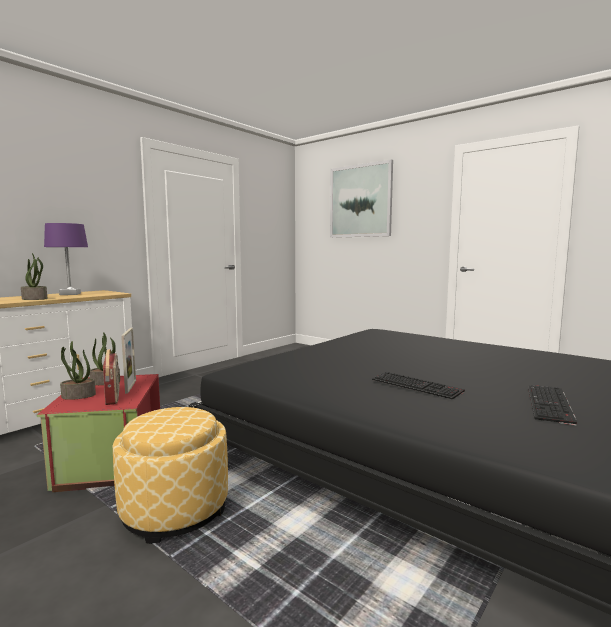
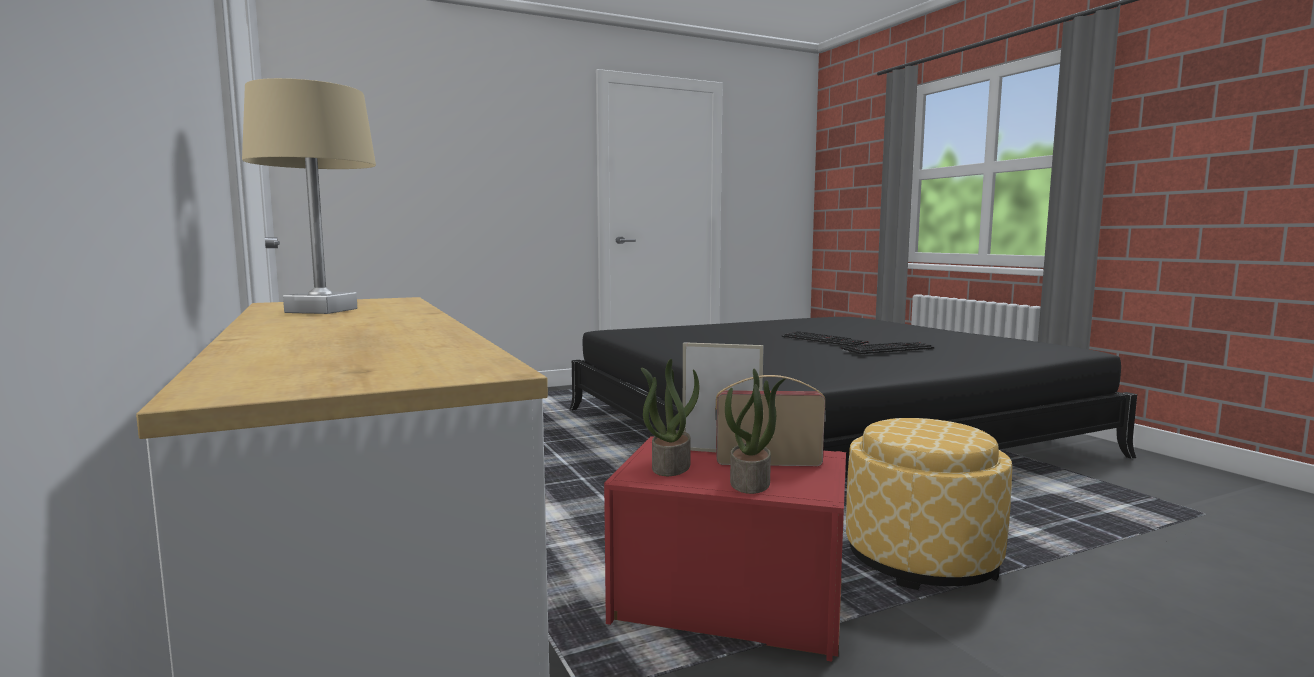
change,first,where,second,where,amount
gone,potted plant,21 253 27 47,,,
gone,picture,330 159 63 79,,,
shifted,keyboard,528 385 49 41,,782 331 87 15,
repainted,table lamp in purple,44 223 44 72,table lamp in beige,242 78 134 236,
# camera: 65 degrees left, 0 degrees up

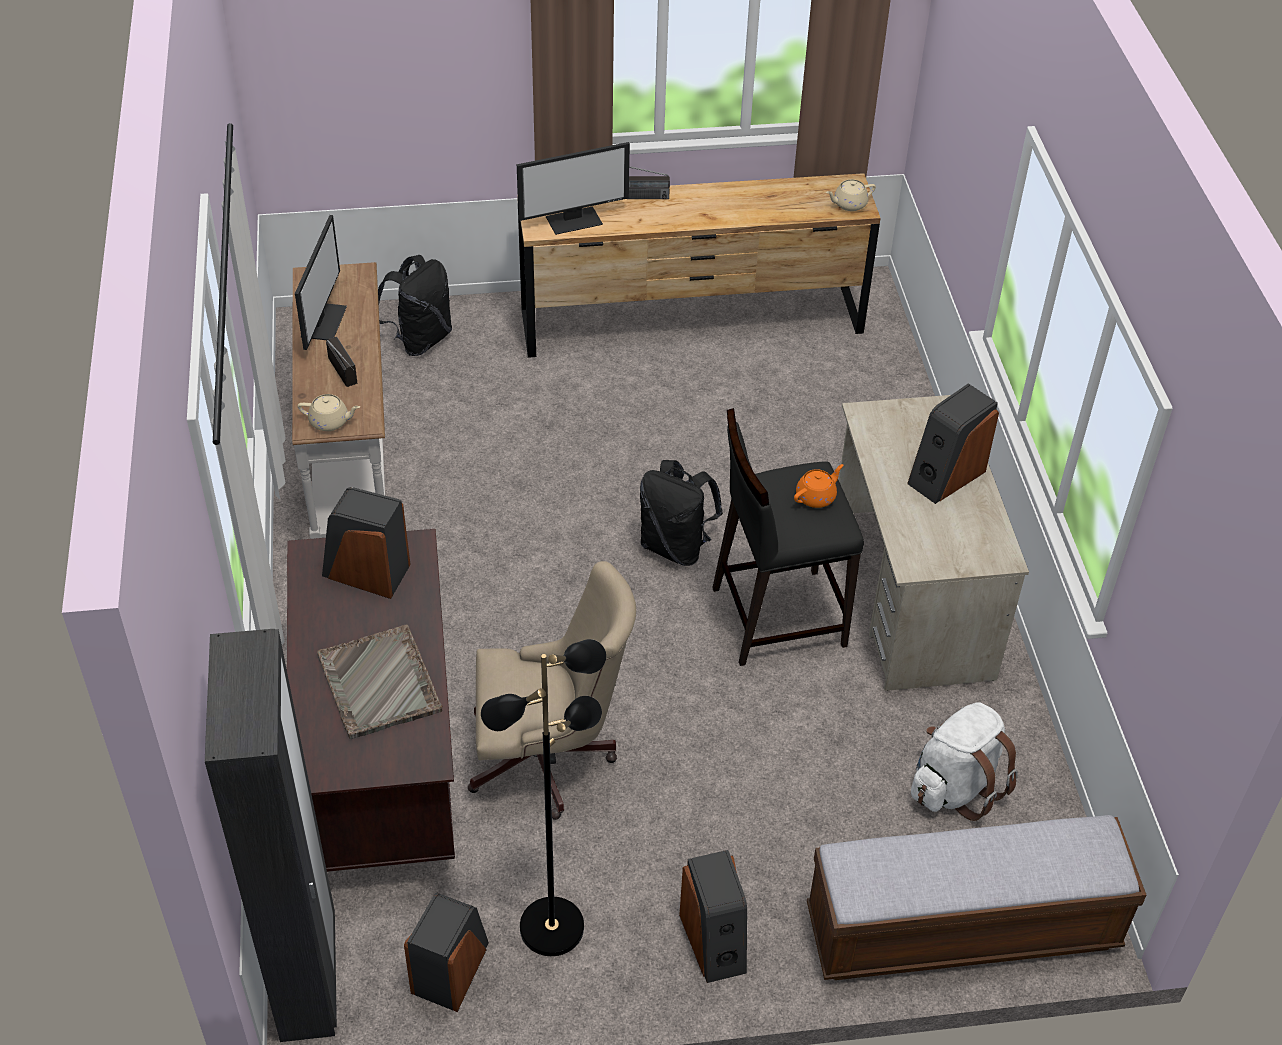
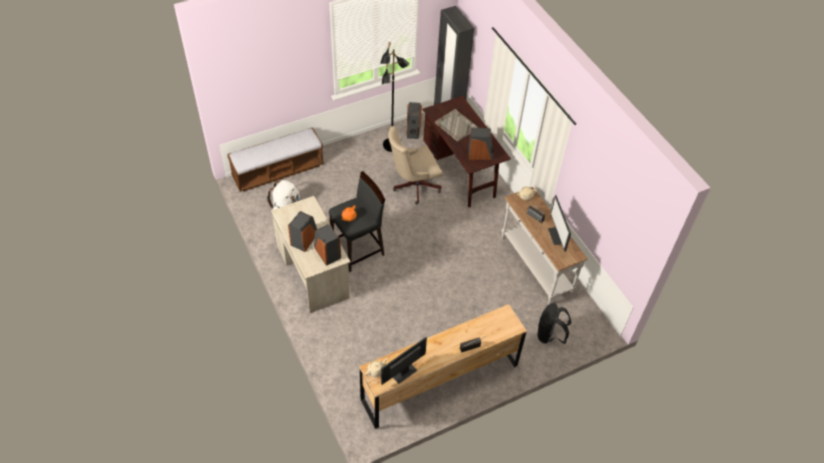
change,first,where,second,where,amount
gone,backpack in black,640 460 83 106,,,
shifted,monitor,517 142 113 93,,381 337 46 48,
shifted,speaker,679 850 68 133,,314 224 27 42,
# camera: 160 degrees right, 5 degrees up

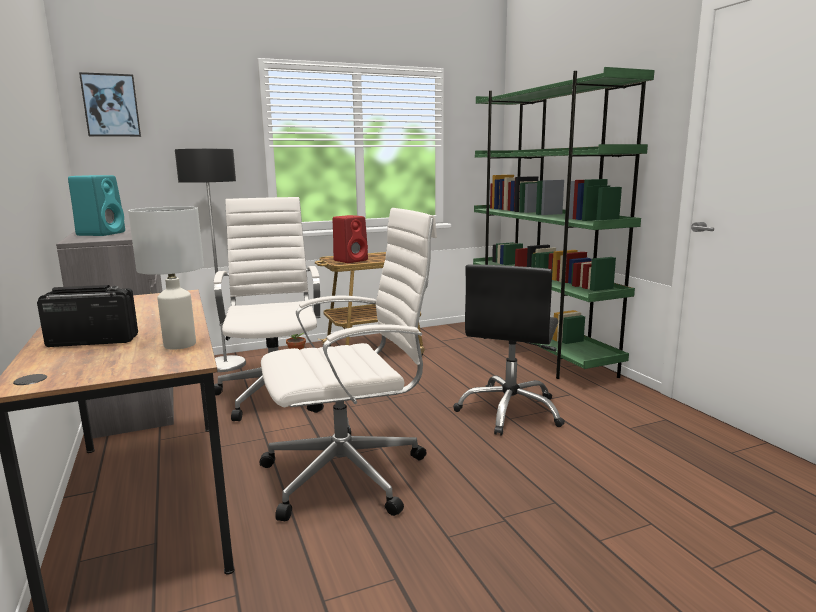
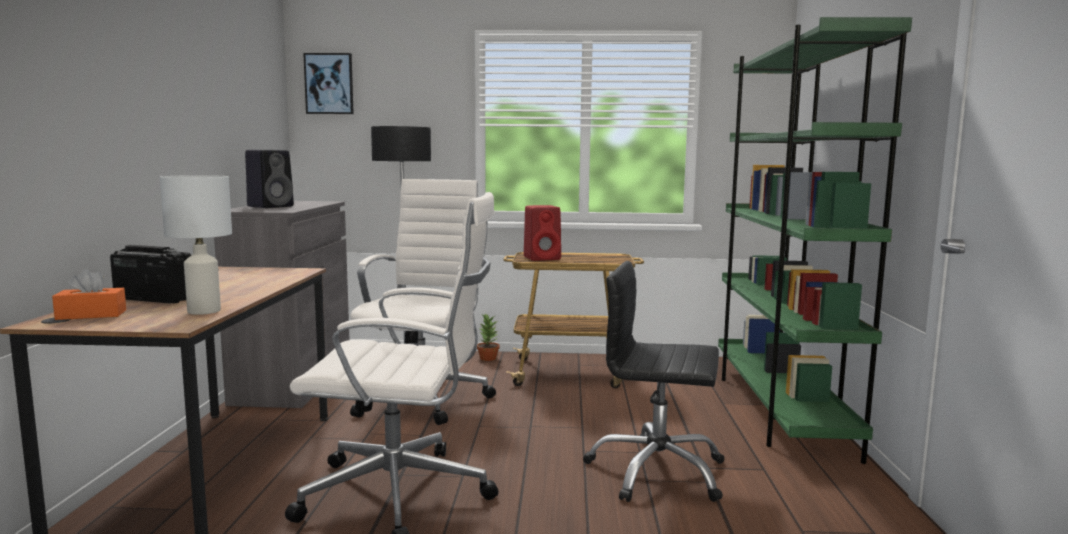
change,first,where,second,where,amount
new,,,tissue box in orange,52 269 74 51,
repainted,speaker in turquoise,68 175 57 61,speaker in black,245 150 49 58,
rotated,office chair in black,453 264 112 172,,583 261 141 241,60 degrees clockwise
# camera: 25 degrees right, 5 degrees down

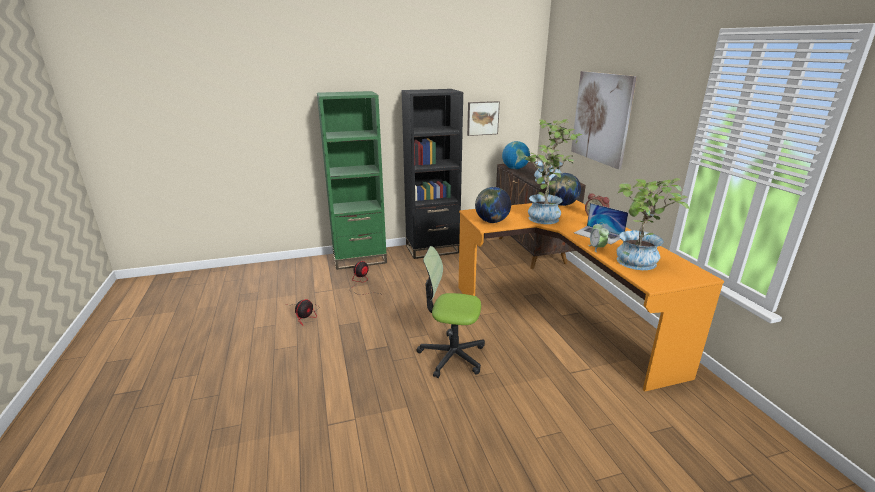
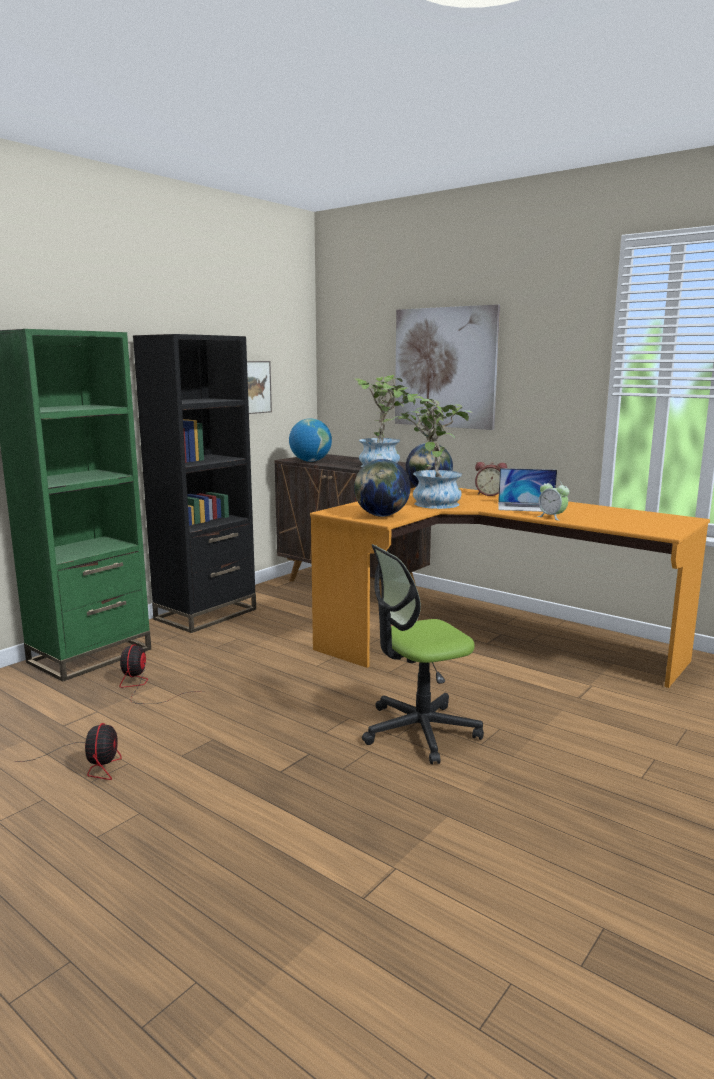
change,first,where,second,where,amount
gone,potted plant,616 178 73 92,,,
# camera: 35 degrees left, 10 degrees down

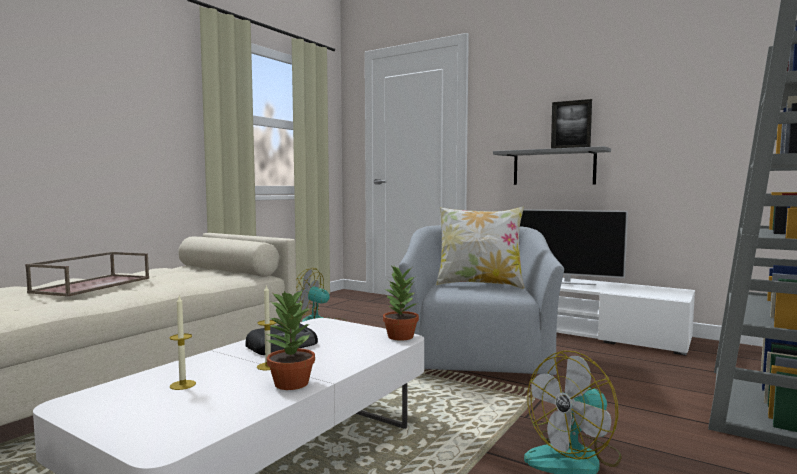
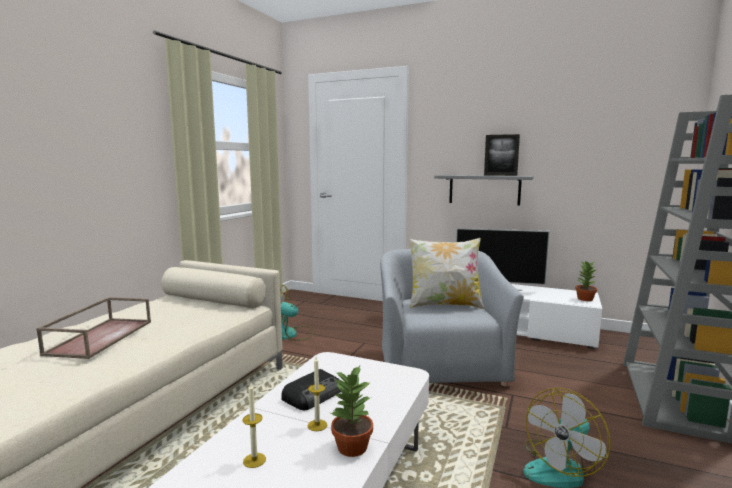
change,first,where,second,where,amount
shifted,potted plant,383 264 36 77,,575 261 22 40,
# camera: 10 degrees left, 5 degrees up

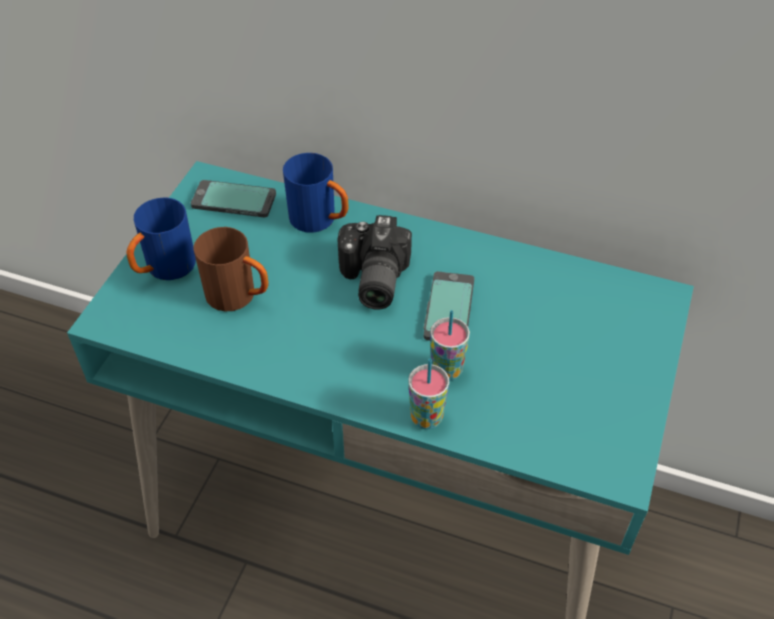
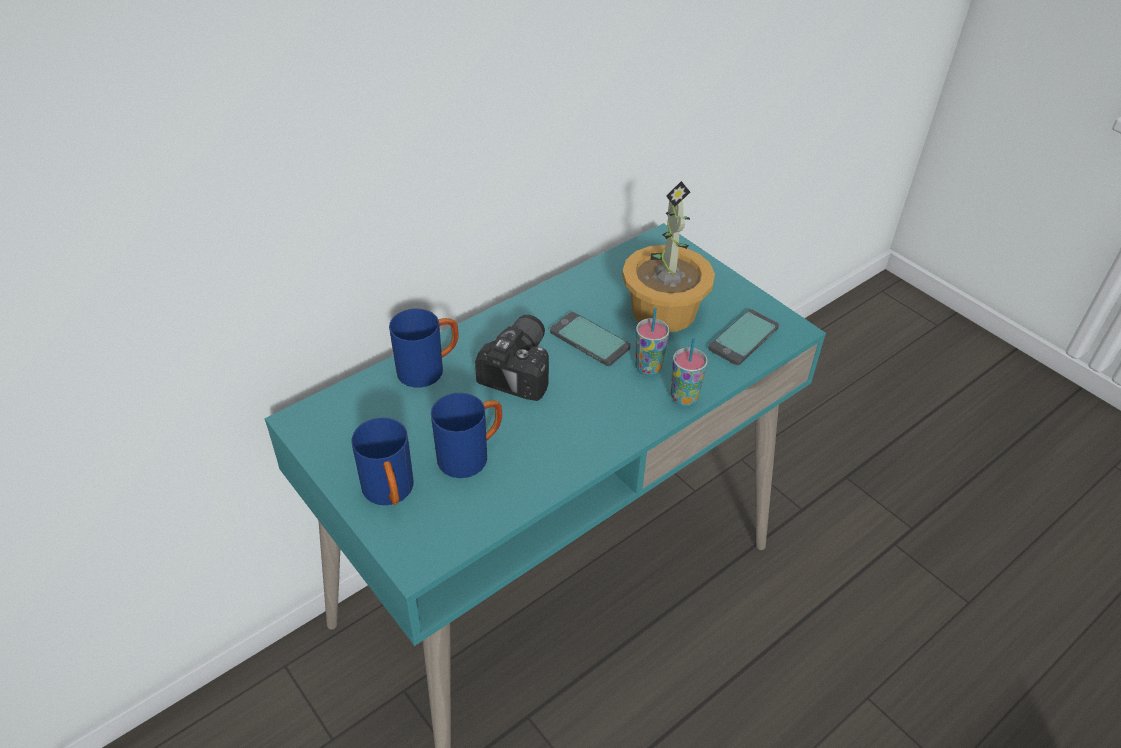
change,first,where,second,where,amount
new,,,potted plant,622 181 93 151,
shifted,phone,191 180 85 38,,708 309 71 56,
repainted,mug in brown,193 227 76 84,mug in blue,431 393 71 85,
rotated,photo camera,337 215 75 95,,475 315 74 86,105 degrees counterclockwise
# camera: 60 degrees left, 5 degrees down

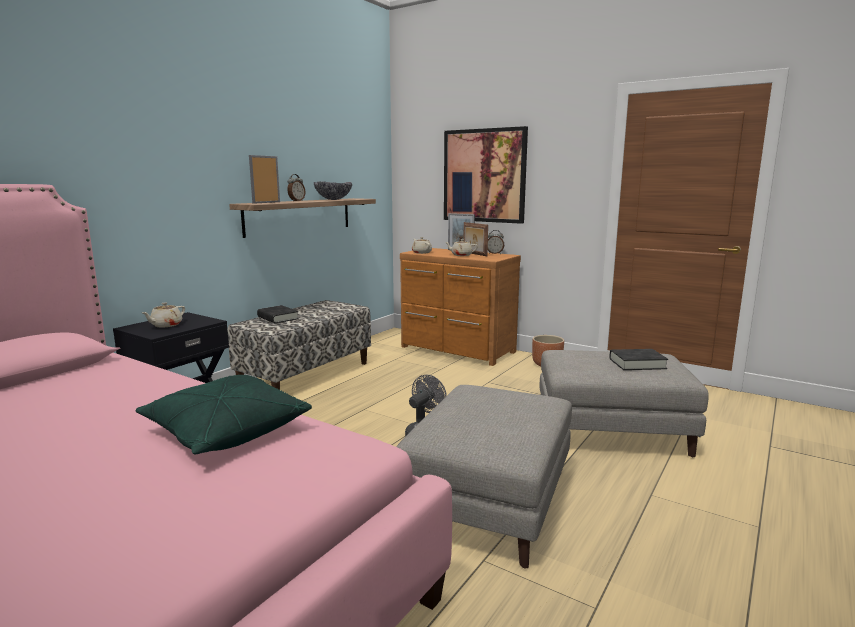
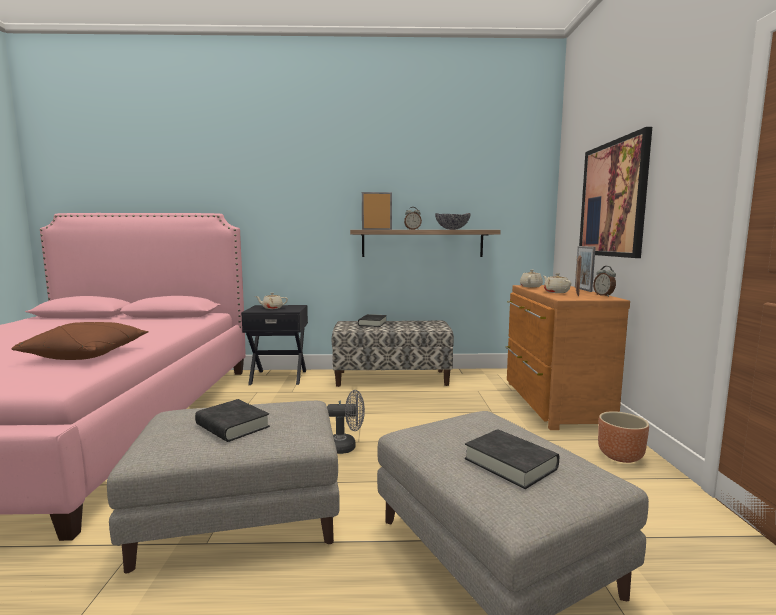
change,first,where,second,where,amount
new,,,book in black,195 399 75 43,
repainted,pillow in green,136 375 176 79,pillow in brown,11 322 138 38,
# camera: 55 degrees right, 5 degrees down

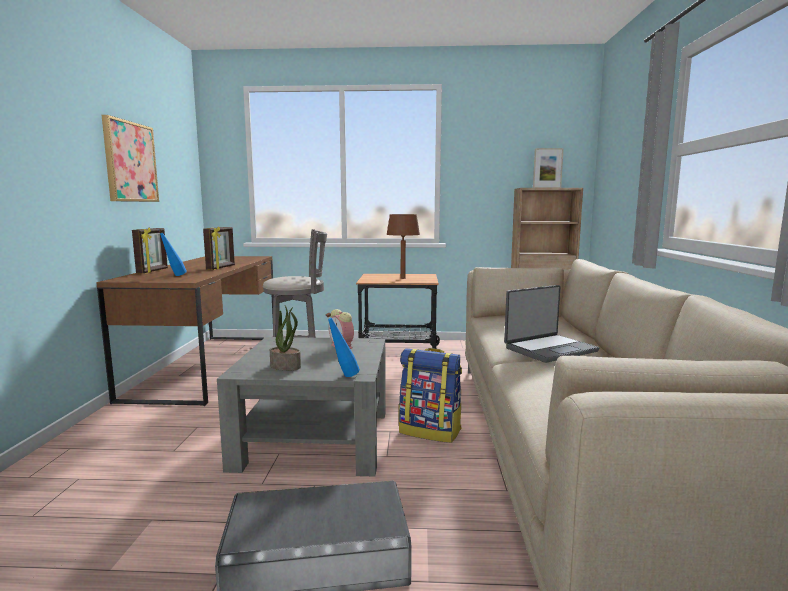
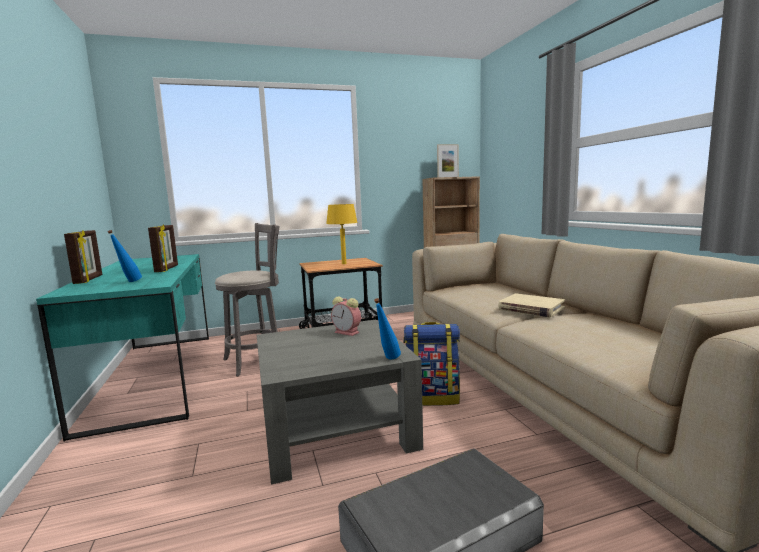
change,first,where,second,where,amount
gone,picture,102 115 57 87,,,
gone,potted plant,270 305 31 66,,,
swapped,laptop,504 285 95 78,book in beige,498 293 67 24,
repainted,desk in brown,96 256 178 150,desk in turquoise,36 254 173 188,
repainted,table lamp in brown,386 214 34 65,table lamp in yellow,326 204 32 60,
# camera: 20 degrees left, 0 degrees up

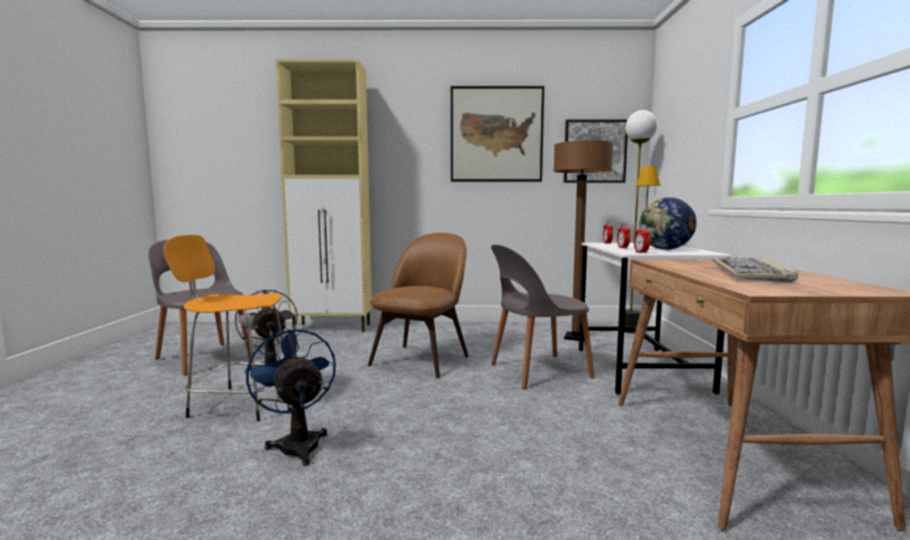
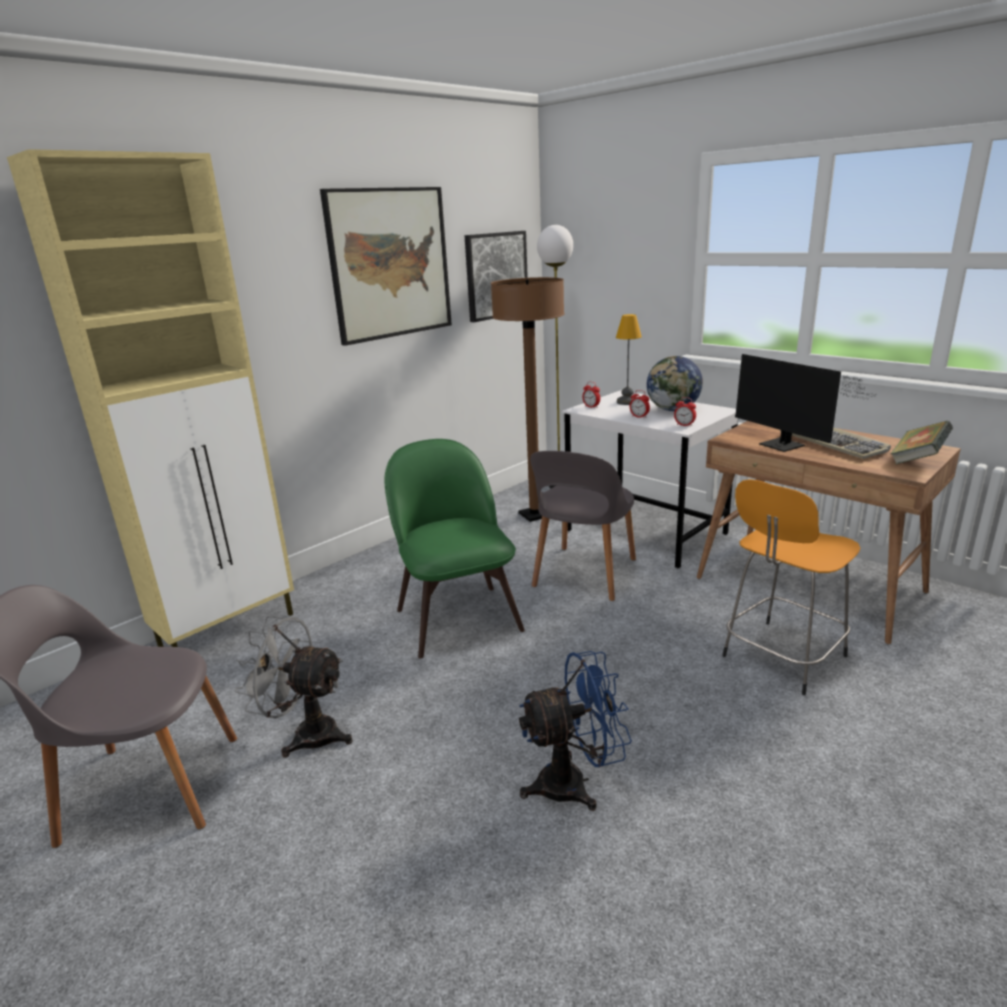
change,first,where,second,where,amount
new,,,monitor,735 354 142 98,
new,,,book,891 421 62 43,
shifted,stool in orange,164 235 119 186,,722 479 138 216,
repainted,chair in brown,368 233 101 145,chair in green,384 439 141 219,
rotated,fan in blue,245 327 91 139,,519 651 113 160,150 degrees clockwise
# camera: 45 degrees left, 15 degrees up

